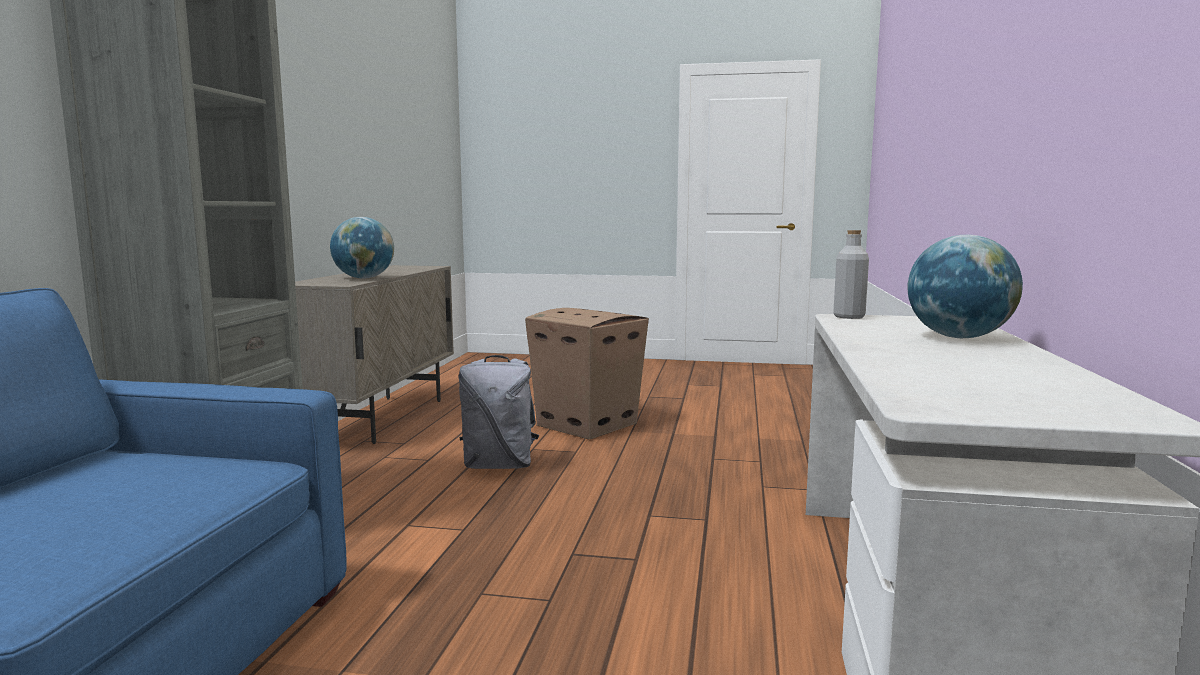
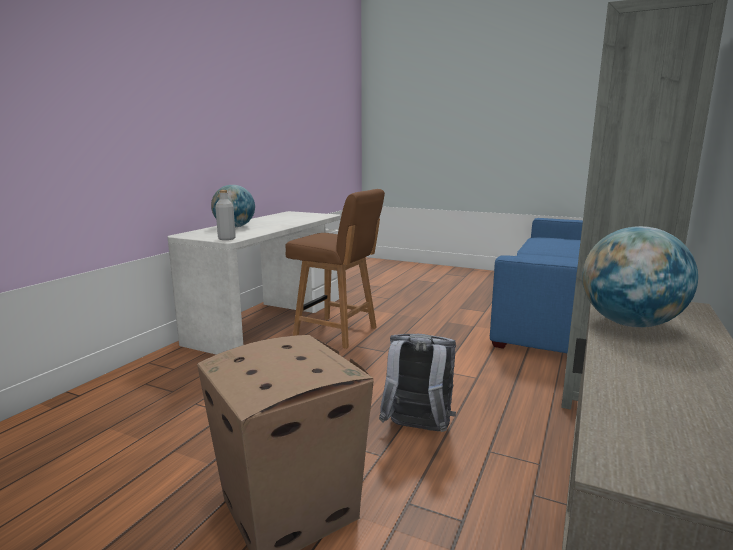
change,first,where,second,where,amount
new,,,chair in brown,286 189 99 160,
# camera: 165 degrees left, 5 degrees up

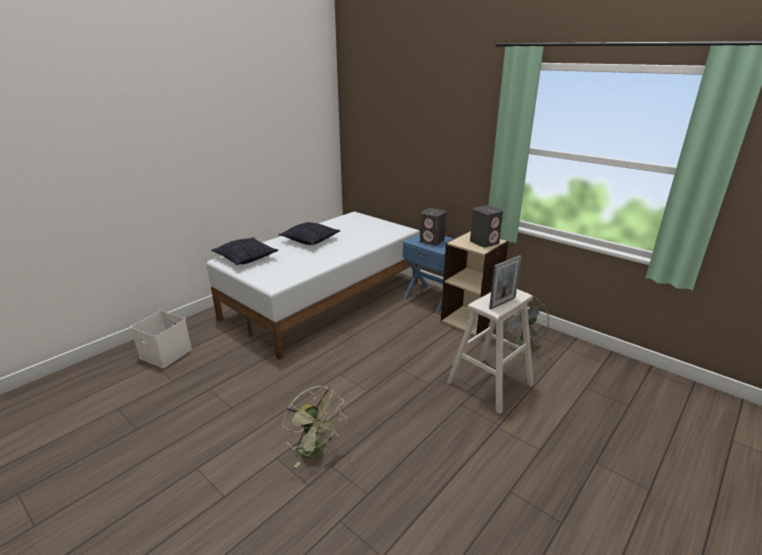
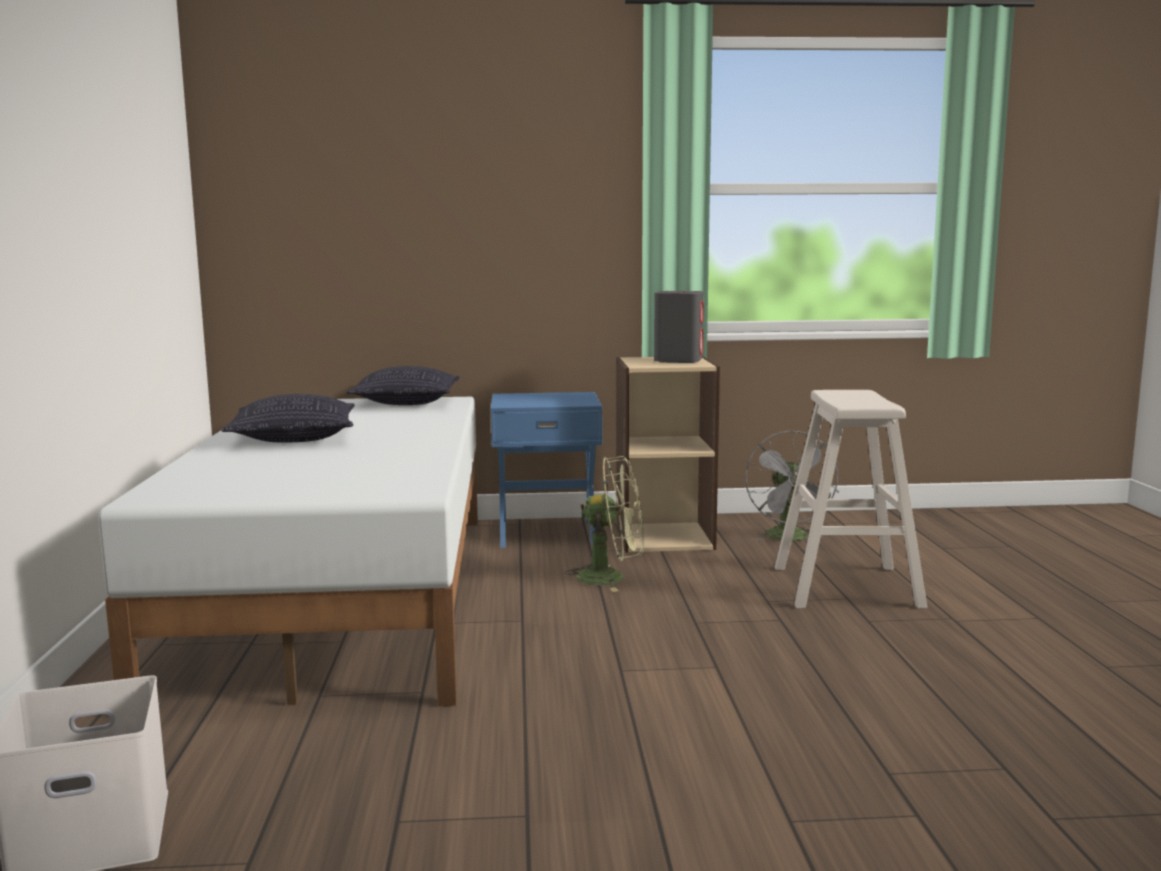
change,first,where,second,where,amount
gone,speaker in grey,420 208 27 38,,,
gone,picture frame,489 256 33 53,,,
shifted,pillow,211 237 67 28,,346 366 114 39,
shifted,fan in green,282 386 65 82,,564 456 80 136,
# camera: 45 degrees left, 15 degrees down

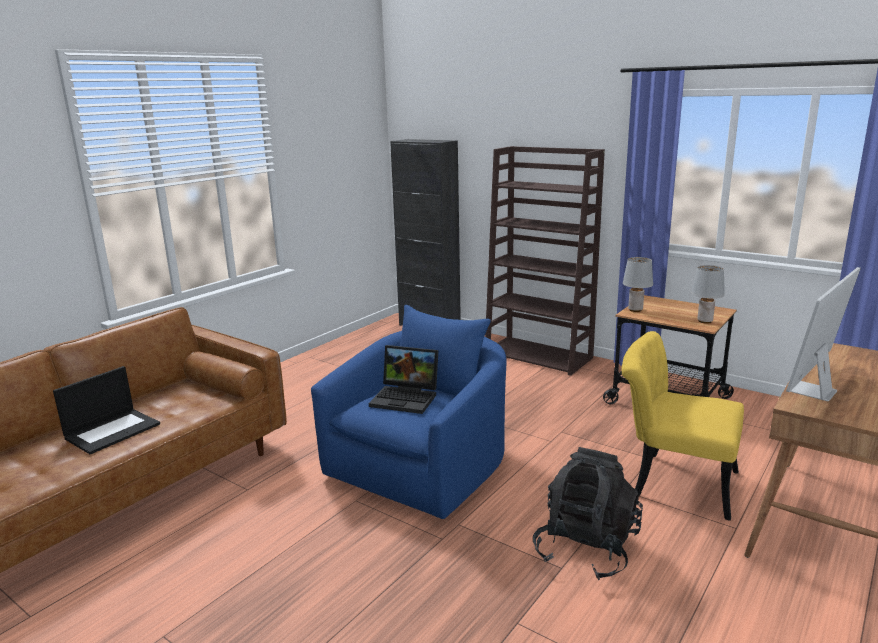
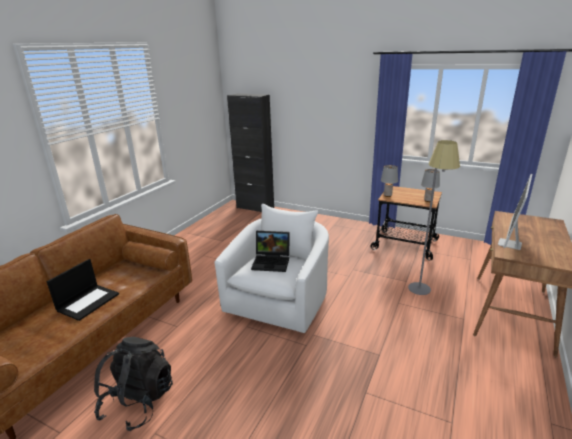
change,first,where,second,where,amount
gone,bookcase in brown,485 146 120 230,,,
shifted,backpack in black,533 447 110 133,,94 337 79 94,
swapped,chair in yellow,621 331 123 190,floor lamp in grey,408 140 52 155,
repainted,armchair in blue,311 305 195 214,armchair in white,215 204 114 129,
# camera: 10 degrees left, 5 degrees up

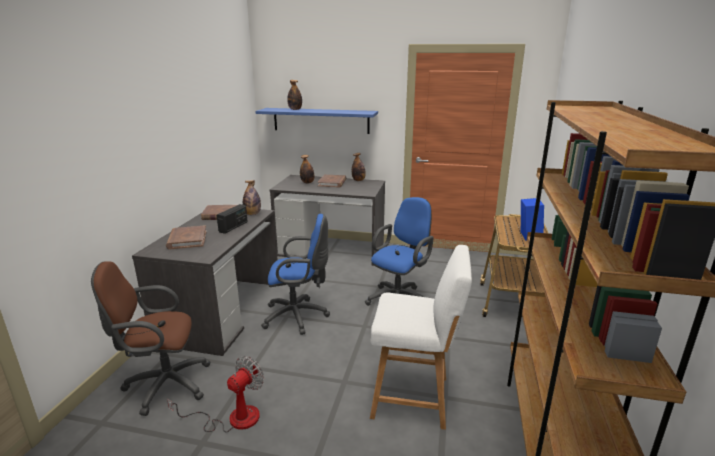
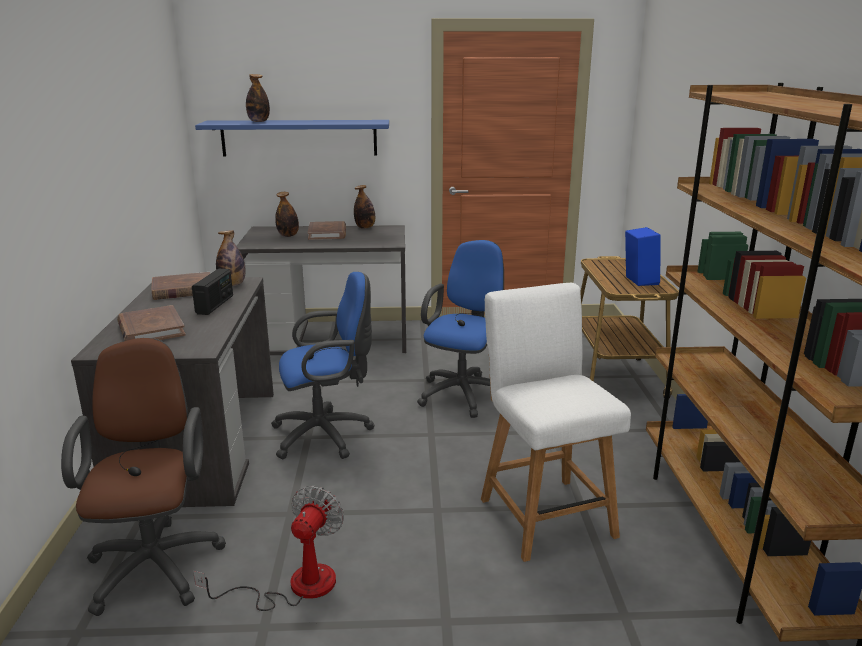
change,first,where,second,where,amount
rotated,office chair in brown,91 261 120 155,,61 338 165 278,105 degrees clockwise
rotated,chair in white,370 245 102 185,,481 283 150 279,105 degrees counterclockwise
# camera: 15 degrees left, 0 degrees up

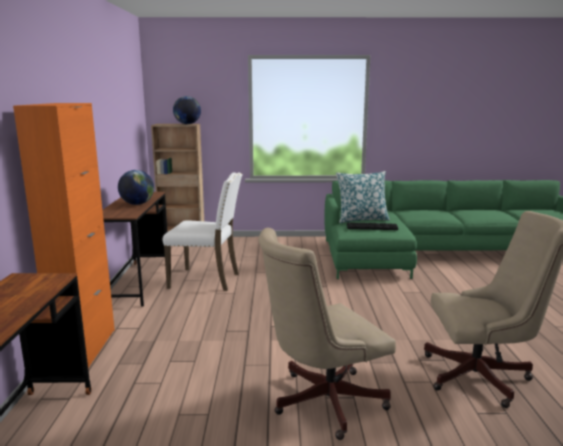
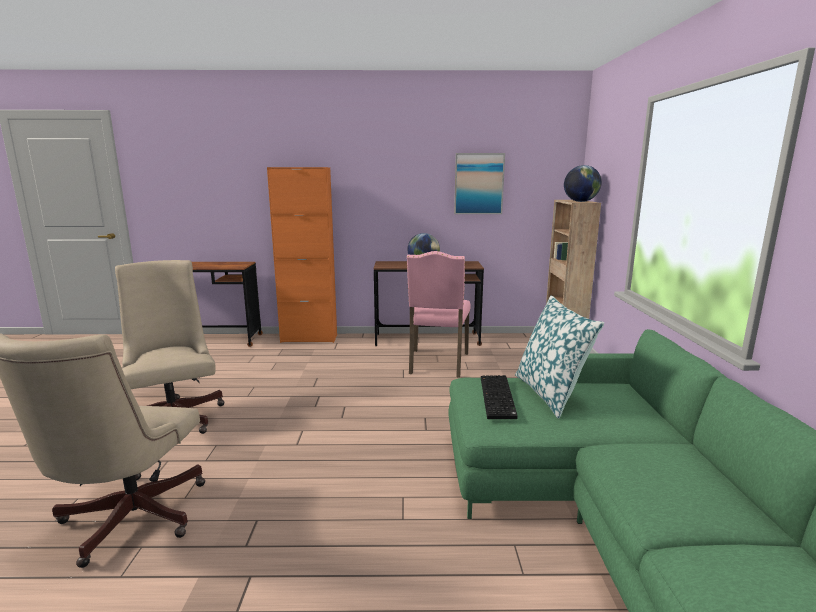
change,first,where,second,where,amount
new,,,picture,454 153 51 61,
repainted,chair in white,163 172 80 119,chair in pink,407 251 64 126,
# camera: 90 degrees right, 0 degrees up

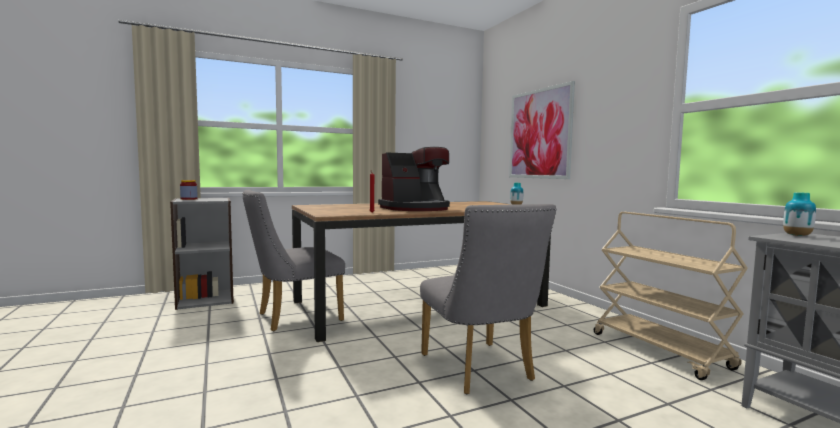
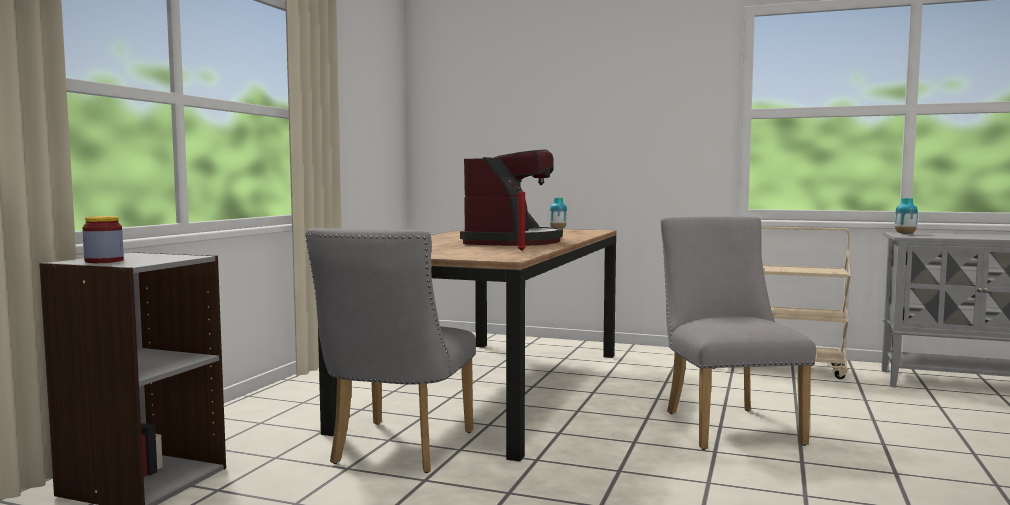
change,first,where,second,where,amount
gone,picture,509 81 66 98,,,
rotated,chair in grey,420 204 137 190,,661 216 155 234,120 degrees counterclockwise
# camera: 45 degrees left, 0 degrees up

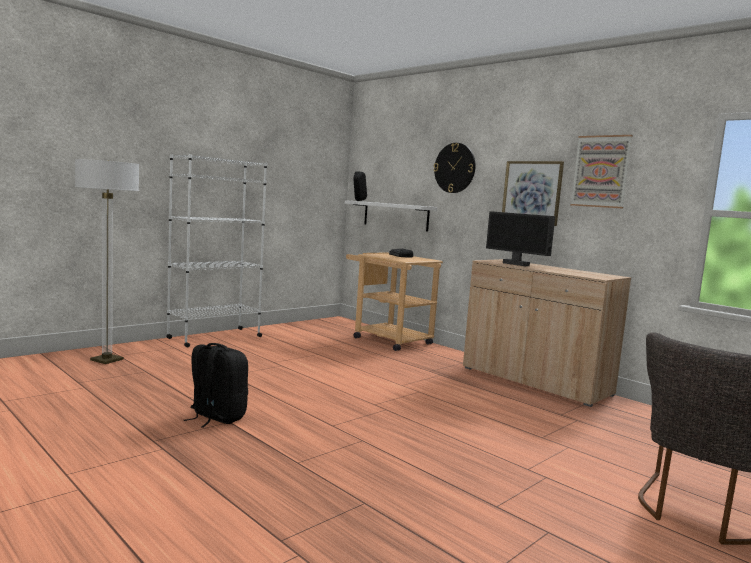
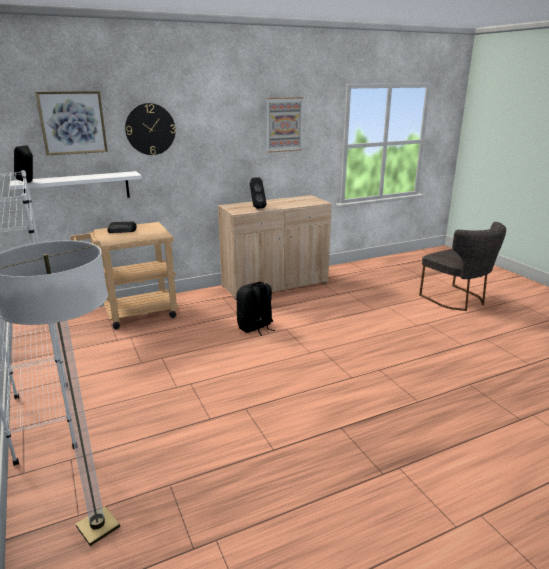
change,first,where,second,where,amount
shifted,backpack in black,184 343 64 85,,237 282 38 54,
shifted,picture,502 161 62 65,,35 91 73 64,
swapped,monitor,486 211 69 55,speaker in black,250 177 16 32,
# camera: 70 degrees left, 15 degrees up

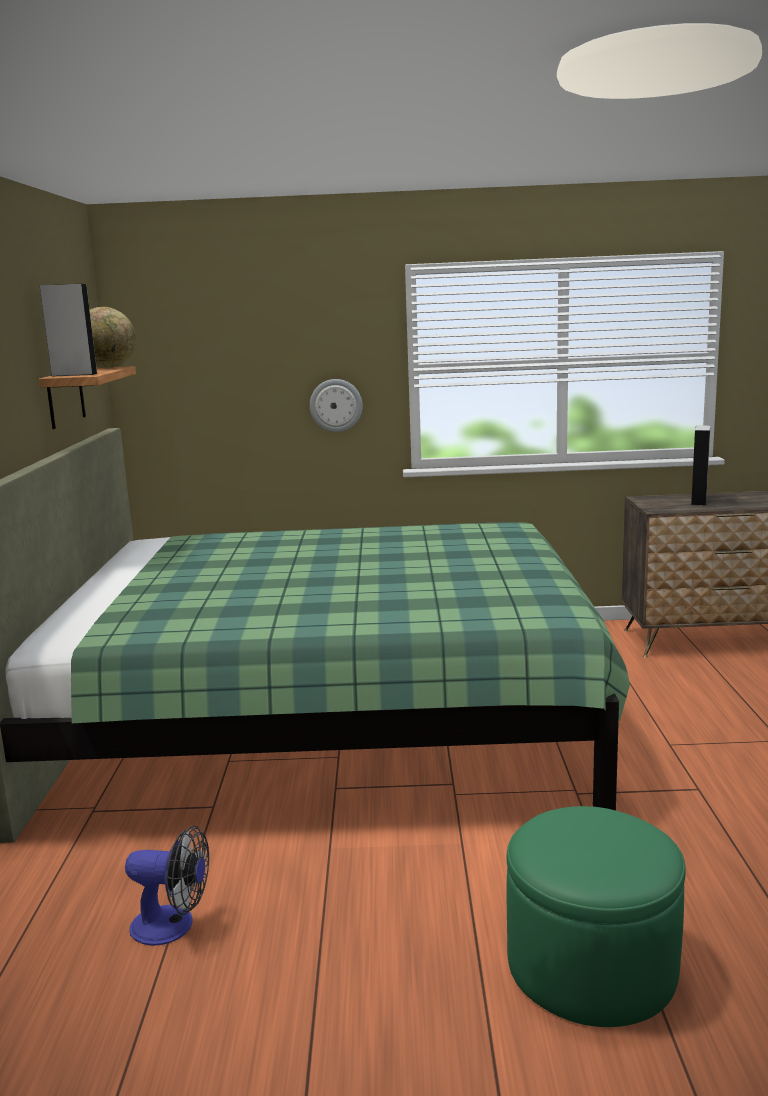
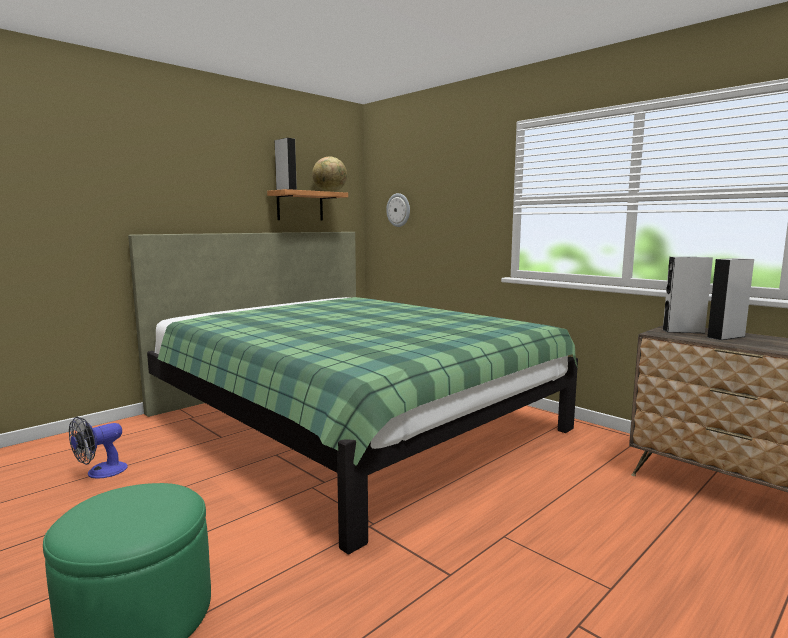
change,first,where,second,where,amount
new,,,speaker in grey,663 257 50 76,
shifted,wall clock,310 379 53 53,,386 193 24 34,
rotated,fan,125 826 84 120,,69 417 59 62,75 degrees clockwise
# camera: 45 degrees right, 5 degrees down

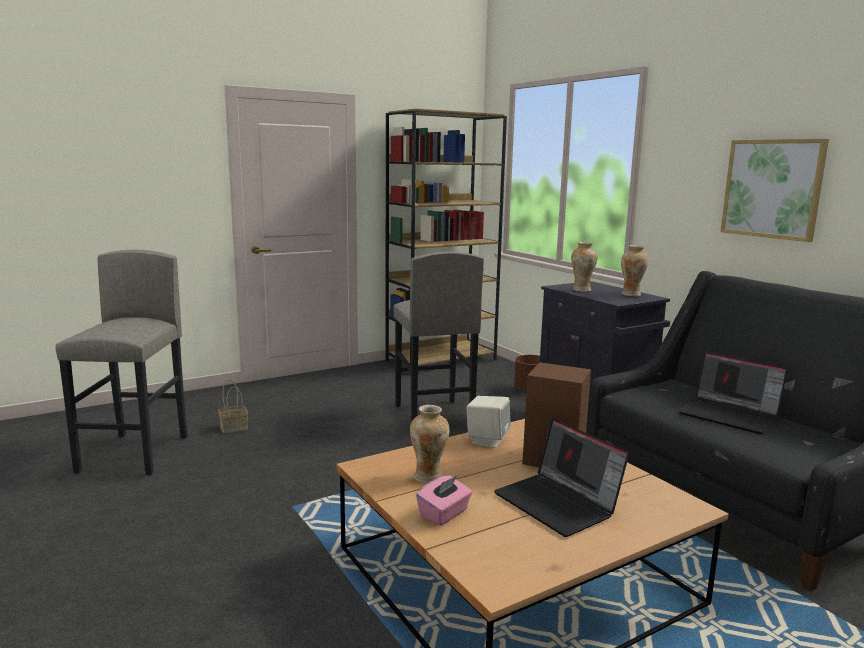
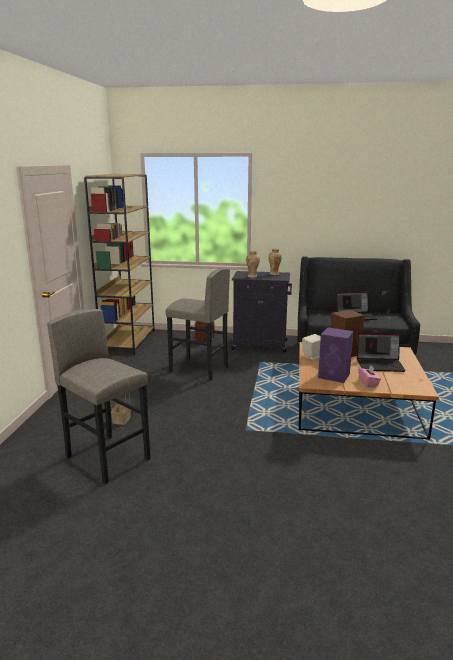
change,first,where,second,where,amount
gone,picture,720 139 109 103,,,
swapped,vase,410 405 40 79,speaker in purple,318 327 36 56,
# camera: 50 degrees left, 5 degrees up

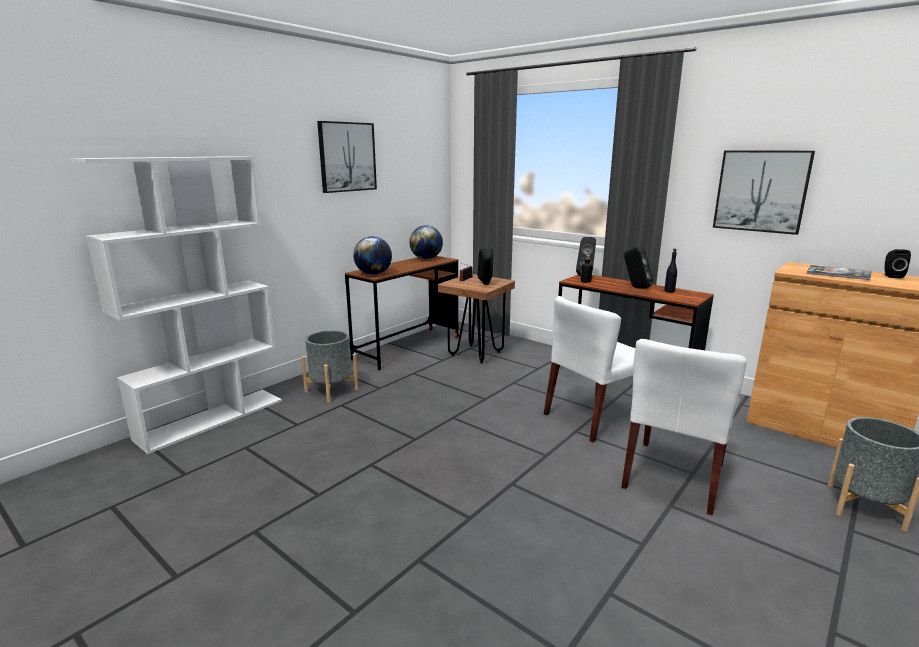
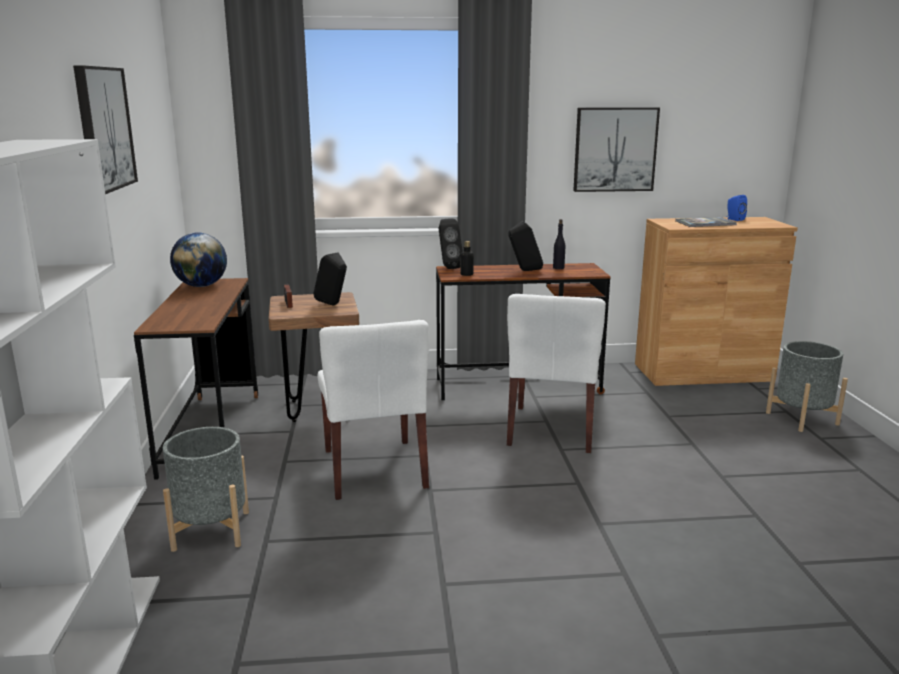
change,first,where,second,where,amount
gone,globe,353 236 39 39,,,
shifted,chair in white,621 339 126 177,,318 320 111 180,
repainted,speaker in black,885 249 26 29,speaker in blue,727 195 20 26,
# camera: 45 degrees left, 0 degrees up

